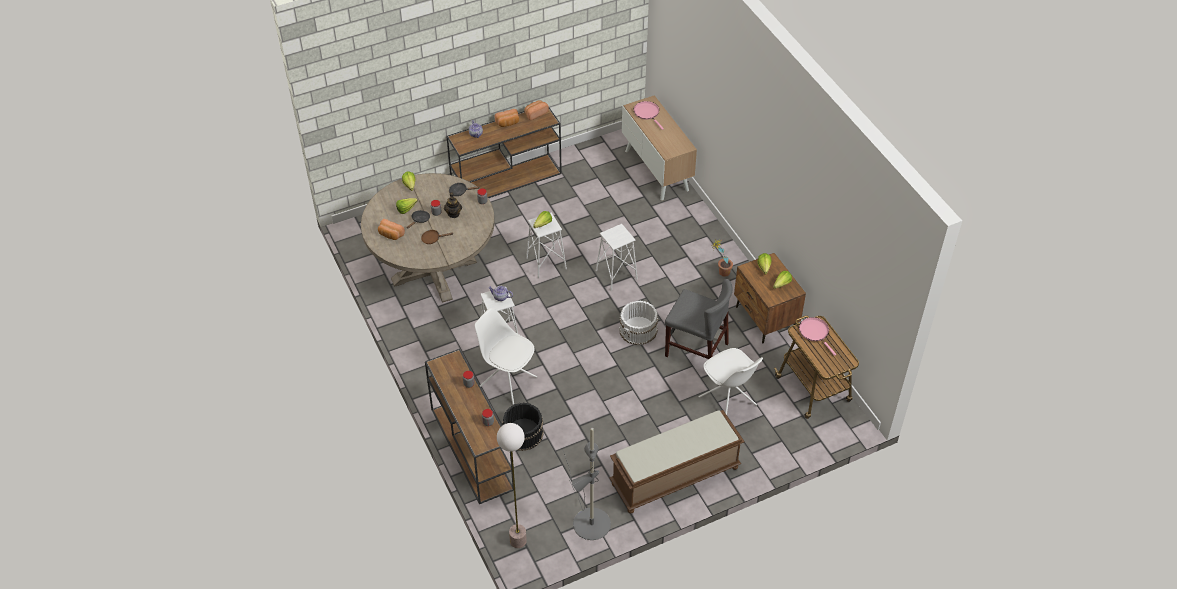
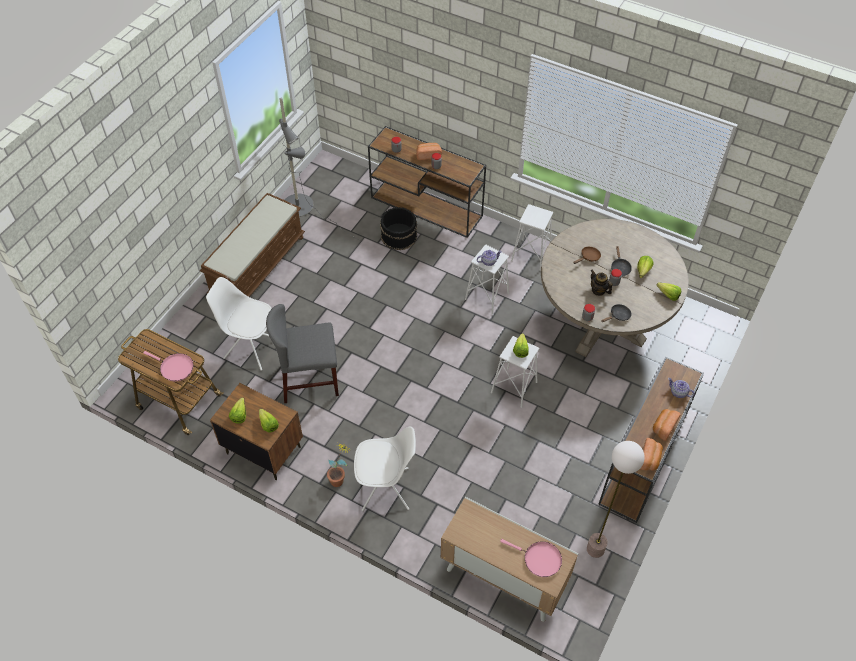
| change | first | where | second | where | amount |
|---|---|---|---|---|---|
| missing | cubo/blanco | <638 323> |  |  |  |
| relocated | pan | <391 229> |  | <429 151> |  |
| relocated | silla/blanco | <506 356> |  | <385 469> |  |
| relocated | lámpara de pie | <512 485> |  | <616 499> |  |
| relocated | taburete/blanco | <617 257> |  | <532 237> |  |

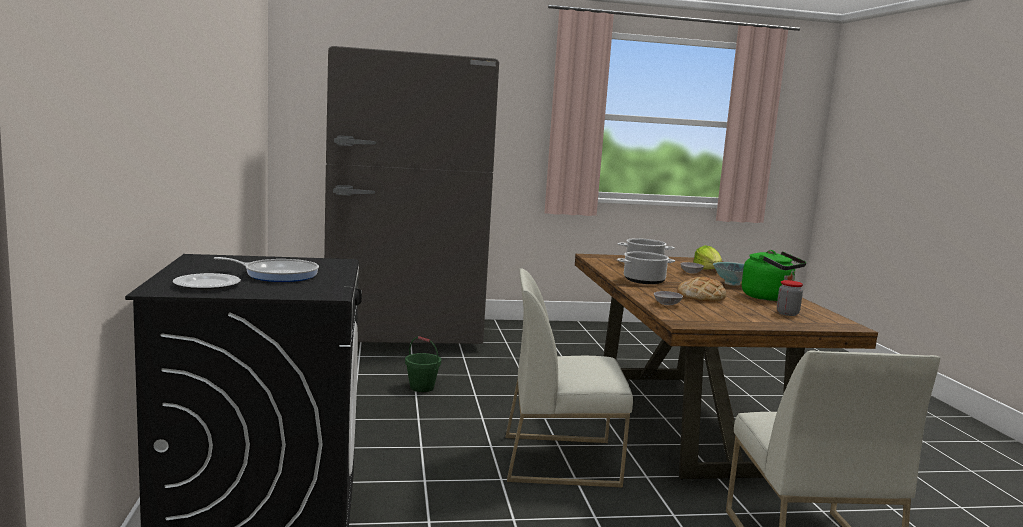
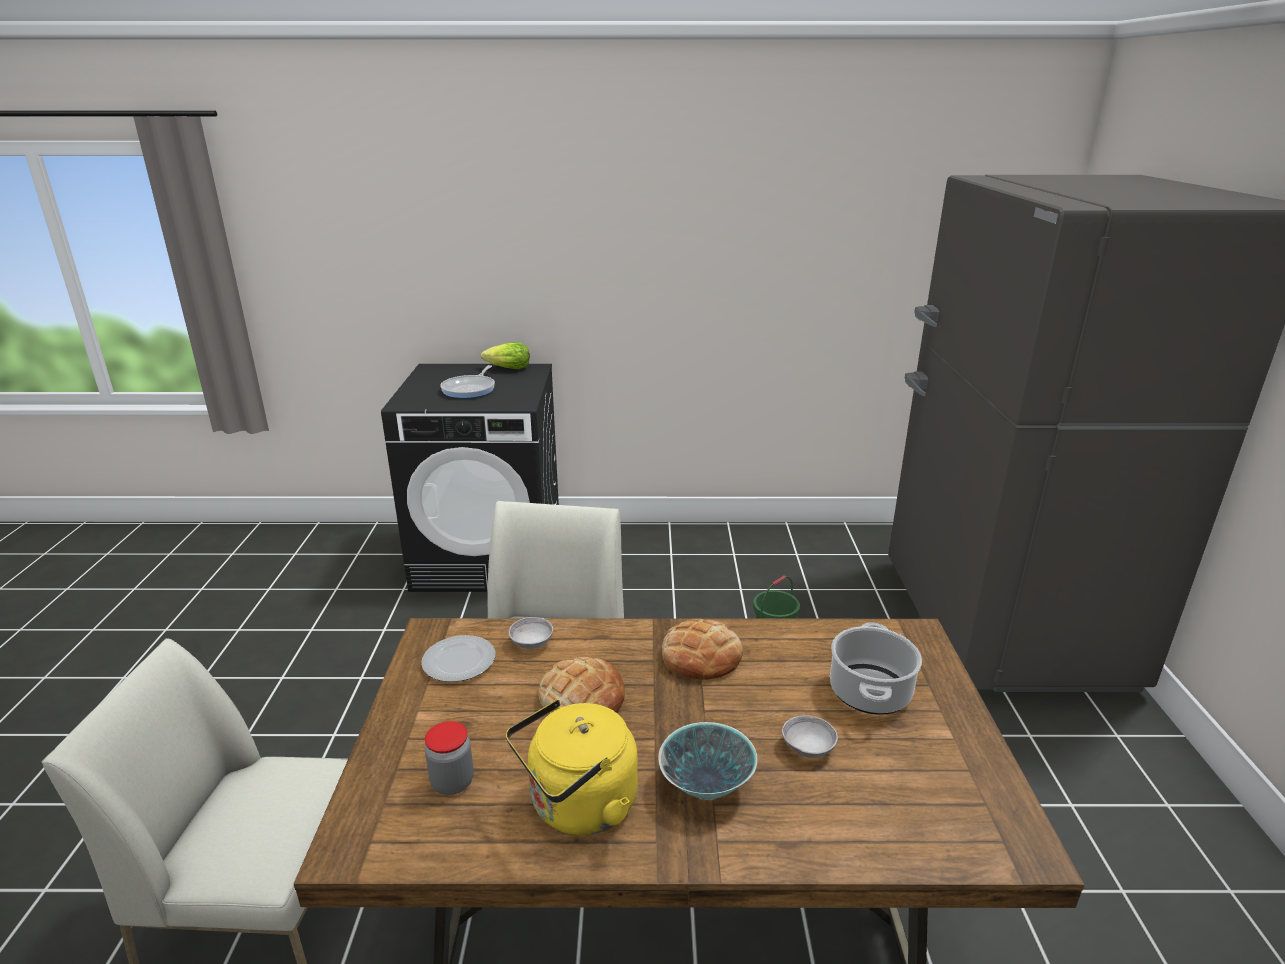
| change | first | where | second | where | amount |
|---|---|---|---|---|---|
| relocated | plato | <207 282> |  | <458 658> |  |
| relocated | lechuga | <707 257> |  | <505 355> |  |
| exchanged | olla | <646 268> | pan | <702 649> |  |
| colour | hervidor/verde | <774 275> | hervidor/amarillo | <572 767> |  |

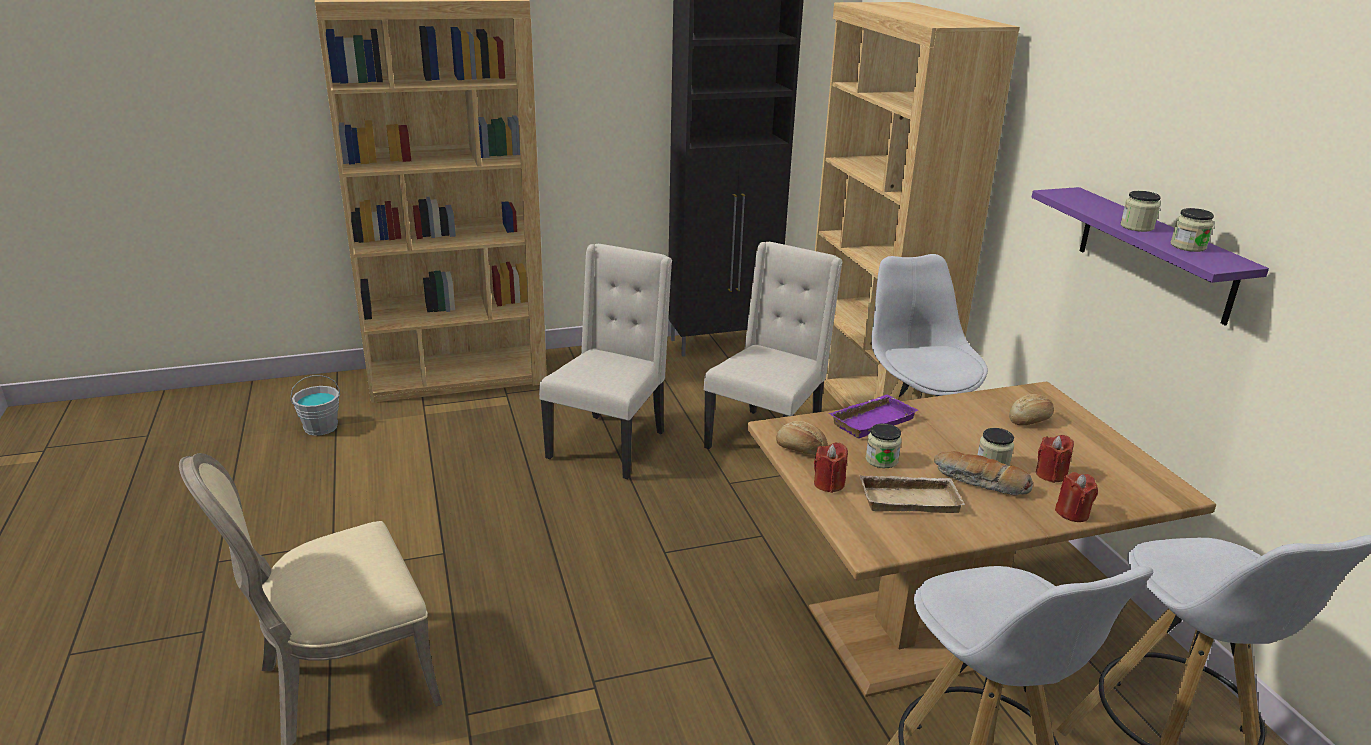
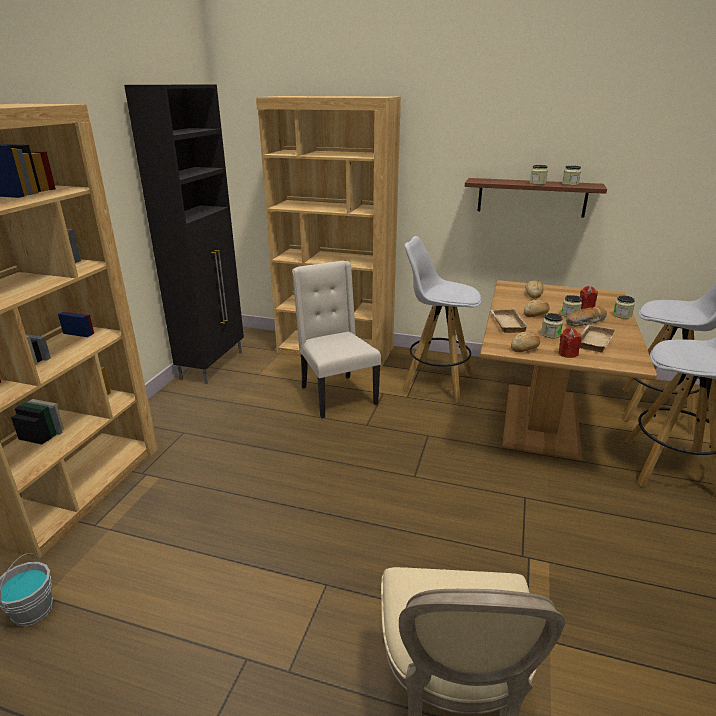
| change | first | where | second | where | amount |
|---|---|---|---|---|---|
| missing | silla/beis | <605 361> |  |  |  |
| appeared |  |  | pan | <537 308> |  |
| exchanged | vela/rojo | <1076 497> | tarro | <624 307> |  |
| colour | bandeja/morado | <873 416> | bandeja/beis | <509 321> |  |
| colour | estante/morado | <1150 256> | estante/marrón | <536 197> |  |

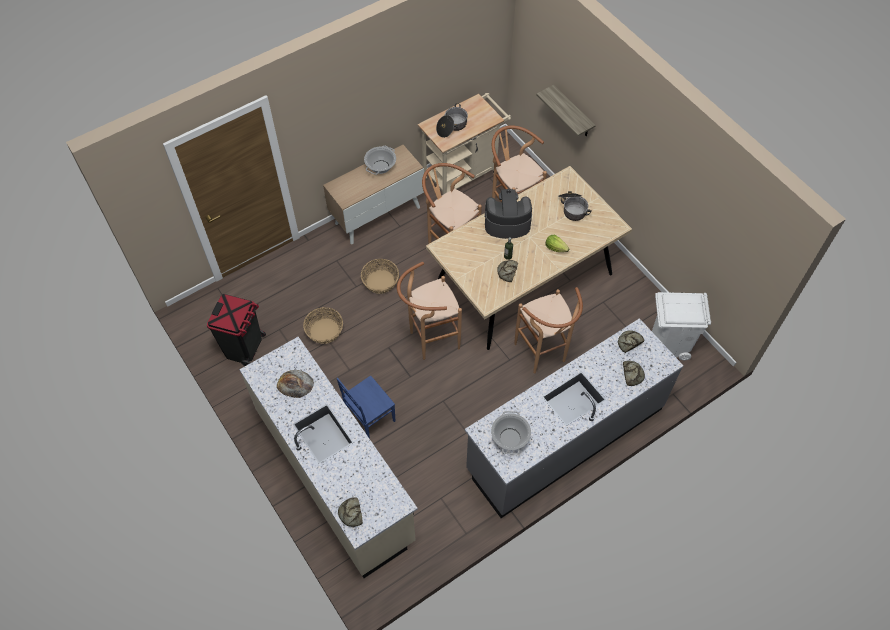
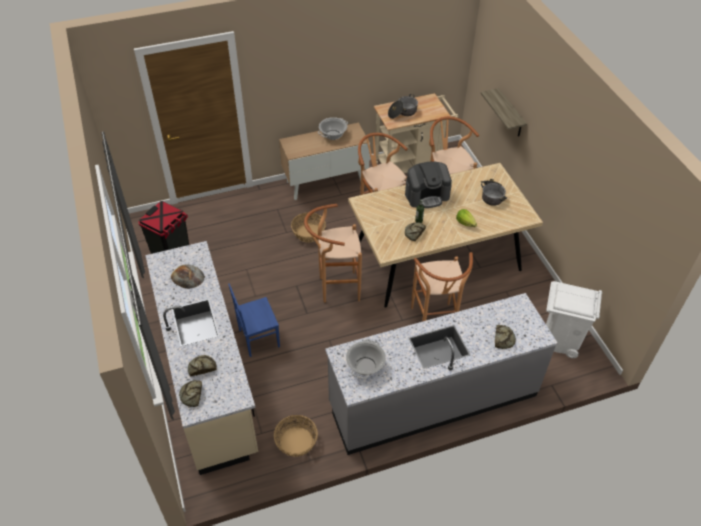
| change | first | where | second | where | amount |
|---|---|---|---|---|---|
| relocated | cesta | <323 325> |  | <296 436> |  |
| relocated | pan | <631 341> |  | <202 365> |  |
| spun | cafetera | <508 214> |  | <428 185> | 150 degrees clockwise |

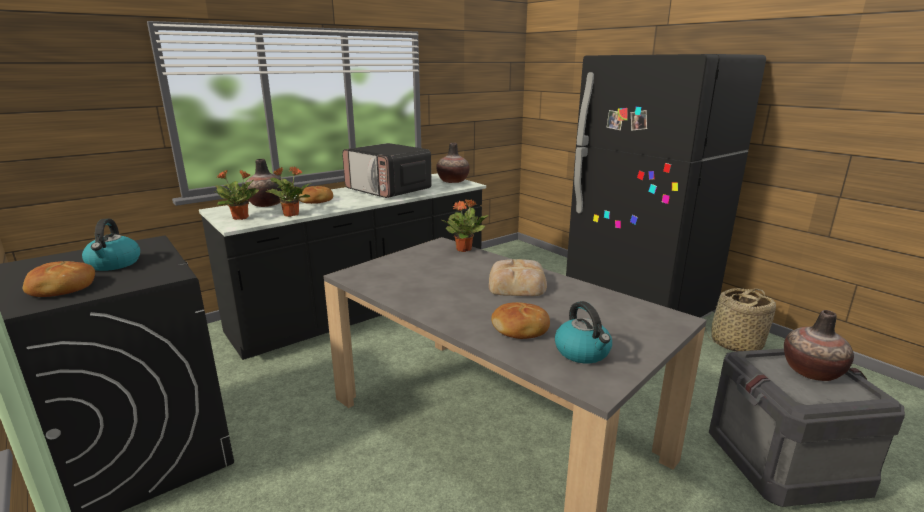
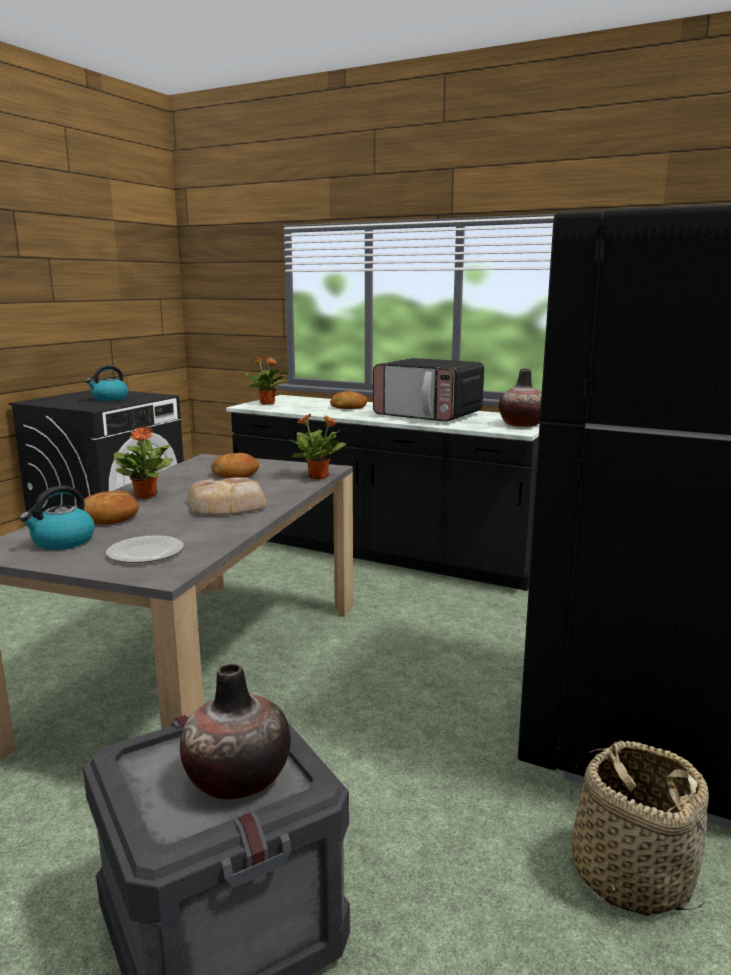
| change | first | where | second | where | amount |
|---|---|---|---|---|---|
| missing | florero | <265 183> |  |  |  |
| appeared |  |  | plato | <145 549> |  |
| relocated | pan | <59 279> |  | <235 465> |  |
| relocated | planta en maceta | <289 192> |  | <143 462> |  |
| spun | microondas | <387 170> |  | <428 390> | 75 degrees counterclockwise |

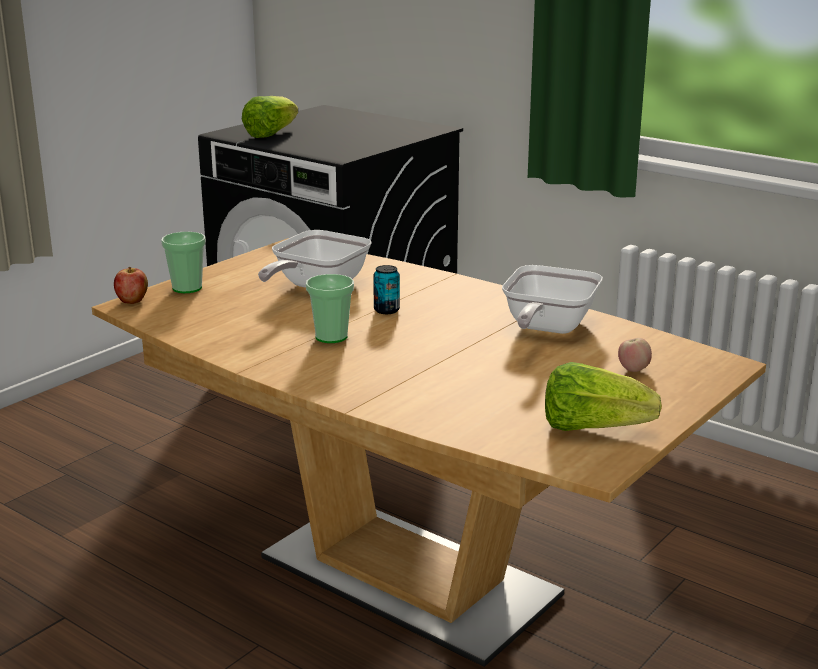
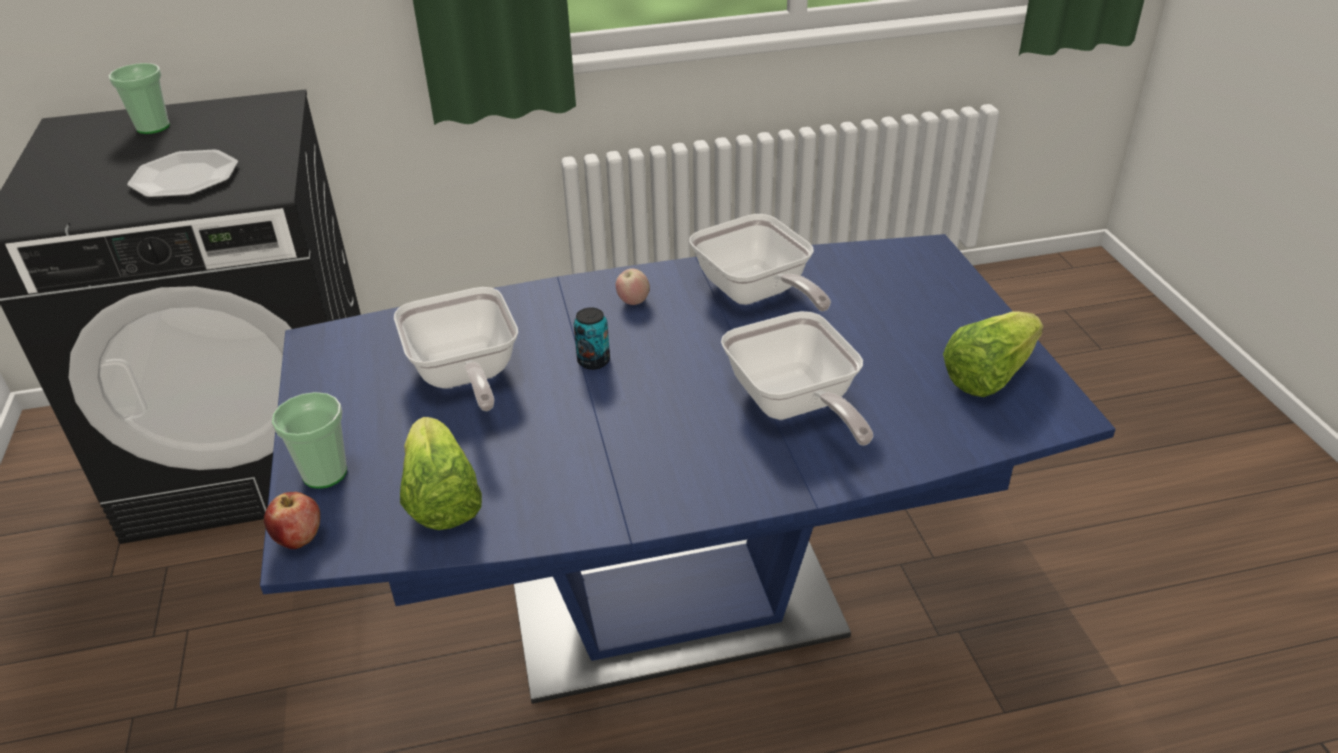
| change | first | where | second | where | amount |
|---|---|---|---|---|---|
| appeared |  |  | plato | <183 173> |  |
| appeared |  |  | sartén | <797 378> |  |
| relocated | lechuga | <270 117> |  | <441 473> |  |
| relocated | taza | <330 308> |  | <139 98> |  |
| relocated | manzana | <635 355> |  | <633 287> |  |
| colour | mesa de comedor/marrón | <429 452> | mesa de comedor/azul | <687 469> |  |

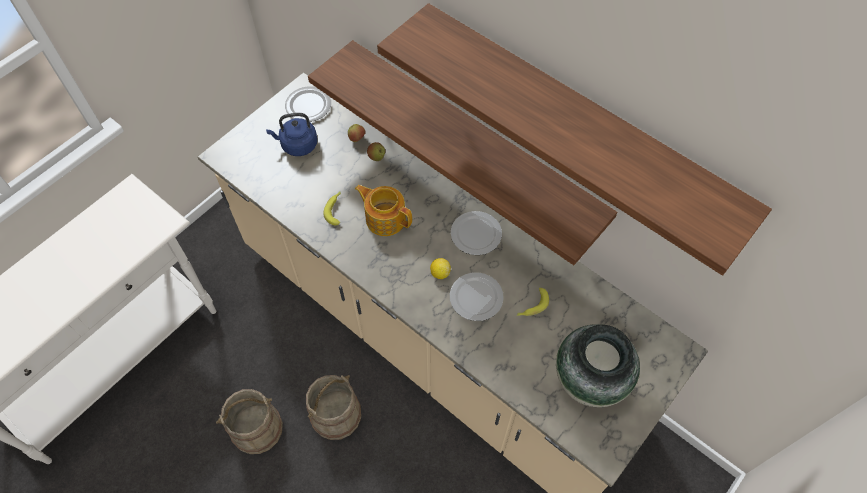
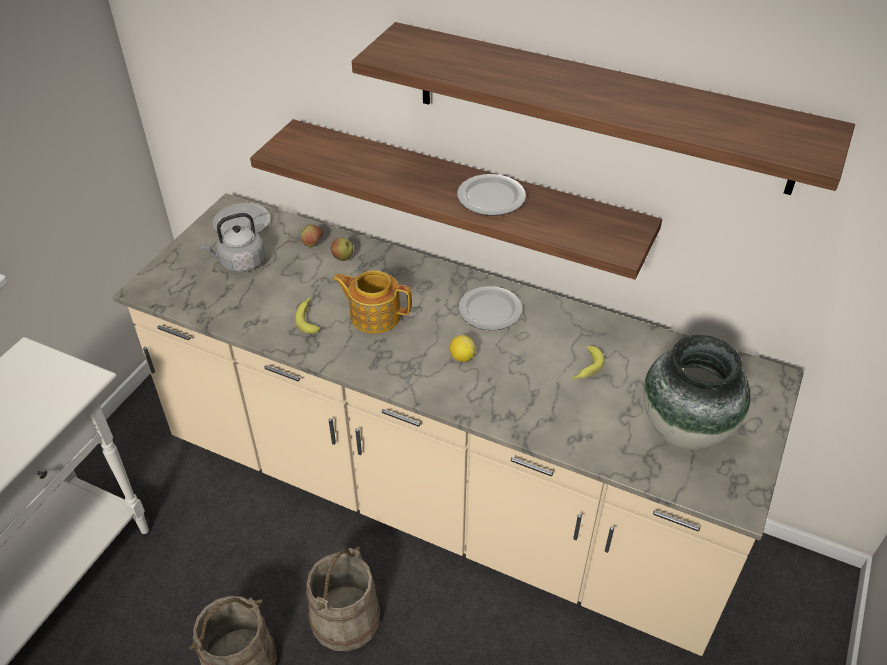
| change | first | where | second | where | amount |
|---|---|---|---|---|---|
| relocated | plato | <477 296> |  | <491 195> |  |
| colour | hervidor/azul | <292 134> | hervidor/gris | <233 242> |  |

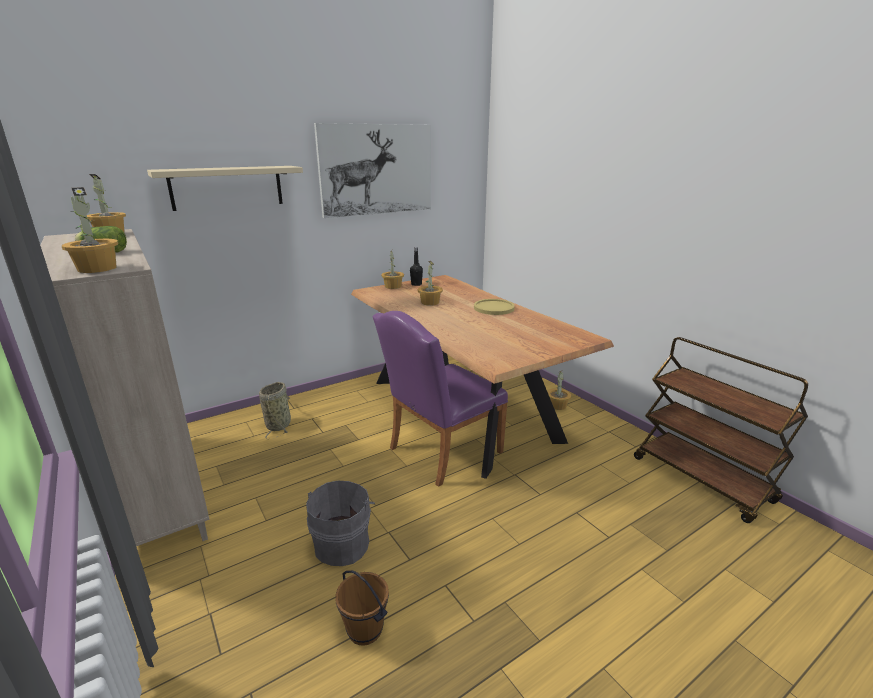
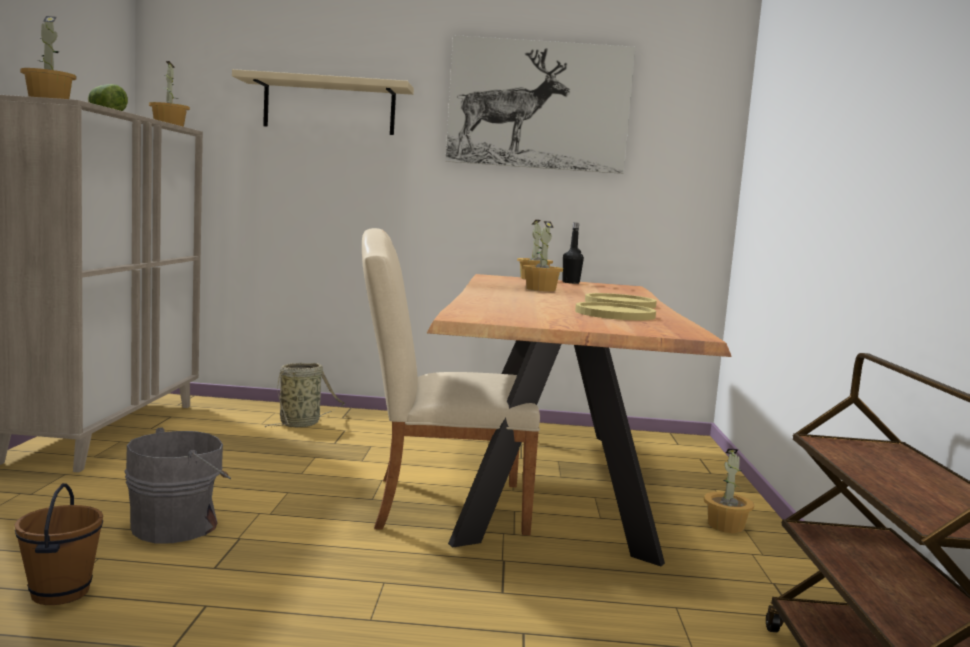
| change | first | where | second | where | amount |
|---|---|---|---|---|---|
| appeared |  |  | plato/amarillo | <615 311> |  |
| colour | silla/morado | <440 399> | silla/beis | <451 381> |  |

